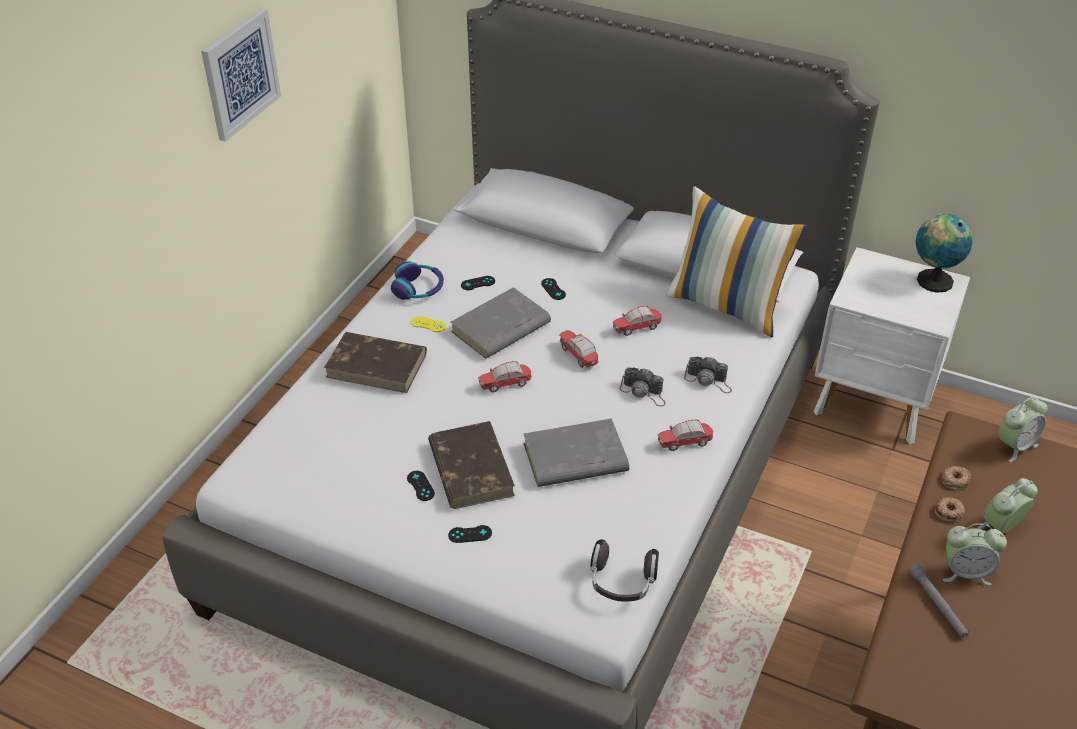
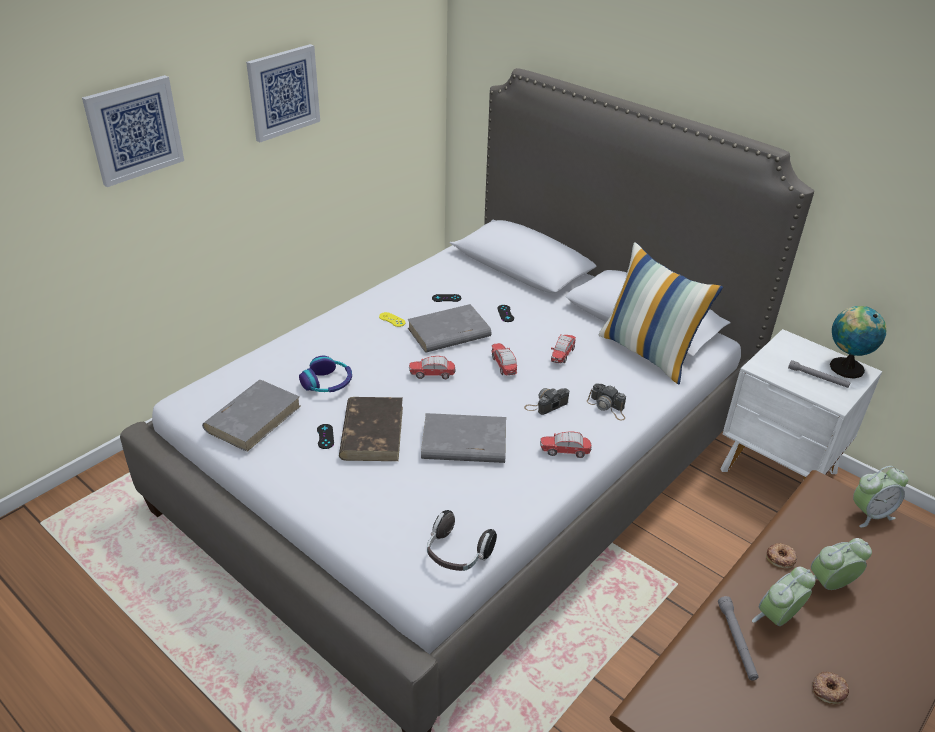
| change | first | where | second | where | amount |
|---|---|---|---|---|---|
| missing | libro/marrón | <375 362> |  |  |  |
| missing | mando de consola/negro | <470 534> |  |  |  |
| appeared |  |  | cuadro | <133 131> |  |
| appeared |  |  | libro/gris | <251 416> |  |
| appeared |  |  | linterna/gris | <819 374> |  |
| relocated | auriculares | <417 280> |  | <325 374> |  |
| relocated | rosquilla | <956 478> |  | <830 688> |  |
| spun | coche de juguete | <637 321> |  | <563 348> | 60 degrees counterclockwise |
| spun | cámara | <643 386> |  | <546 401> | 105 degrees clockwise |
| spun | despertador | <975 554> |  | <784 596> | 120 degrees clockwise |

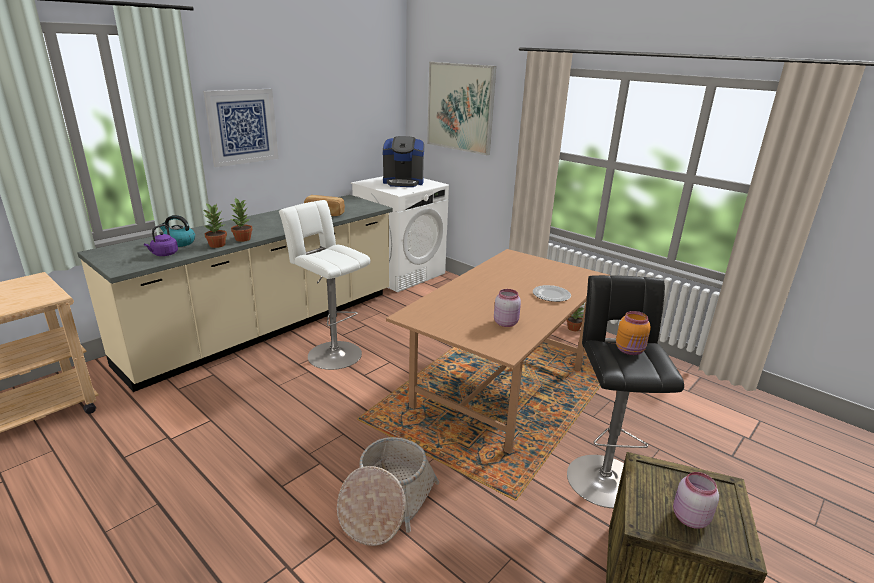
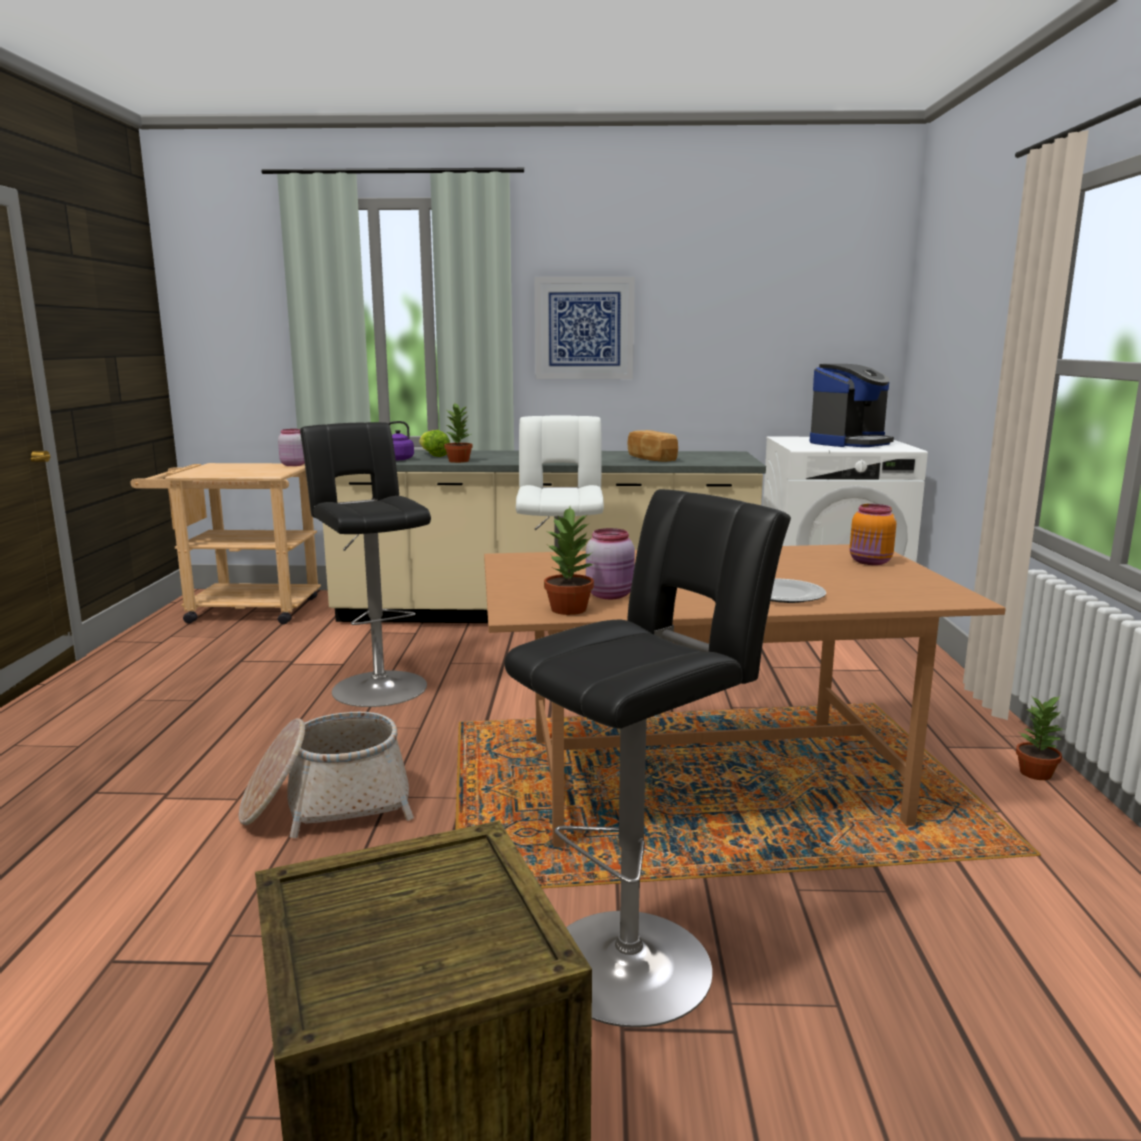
| change | first | where | second | where | amount |
|---|---|---|---|---|---|
| missing | cuadro | <461 108> |  |  |  |
| appeared |  |  | taburete/negro | <365 564> |  |
| relocated | planta en maceta | <241 220> |  | <570 561> |  |
| relocated | tarro/naranja | <633 333> |  | <873 534> |  |
| relocated | tarro/rosa | <696 500> |  | <291 447> |  |
| exchanged | hervidor | <177 231> | lechuga | <434 443> |  |
| spun | cafetera | <403 161> |  | <852 405> | 90 degrees counterclockwise |

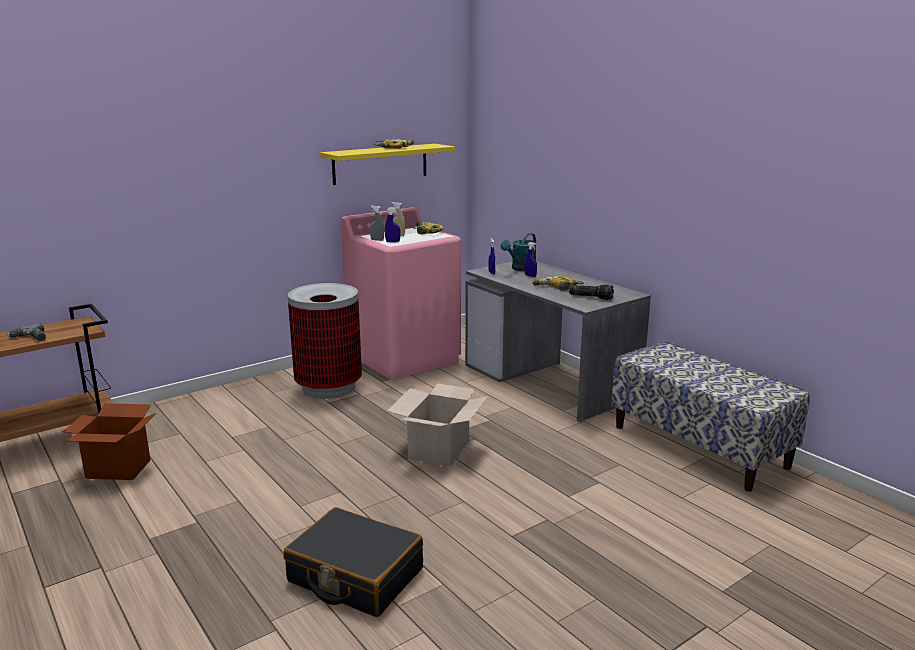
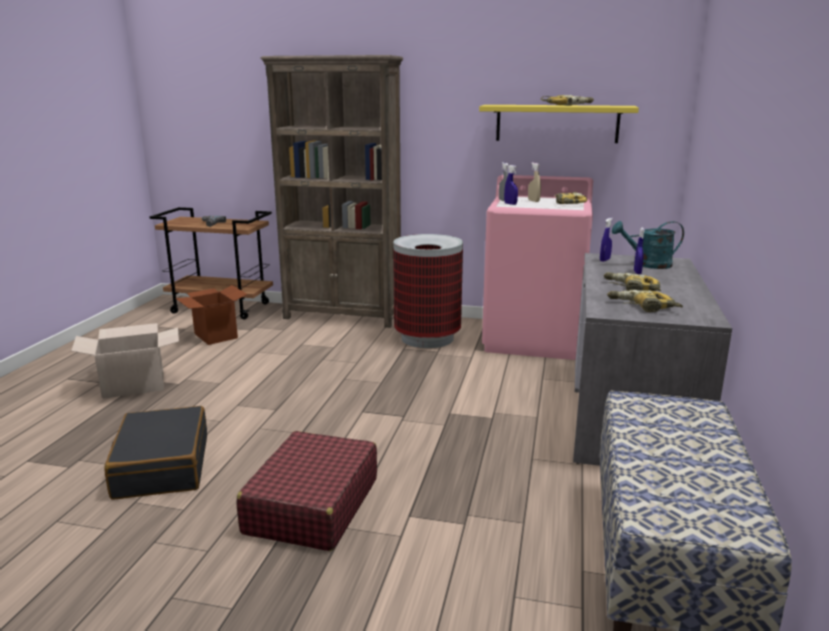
| change | first | where | second | where | amount |
|---|---|---|---|---|---|
| appeared |  |  | maleta/rojo | <307 491> |  |
| appeared |  |  | estantería/marrón | <331 191> |  |
| relocated | caja de cartón | <438 425> |  | <125 361> |  |
| exchanged | linterna | <591 292> | taladro | <645 301> |  |

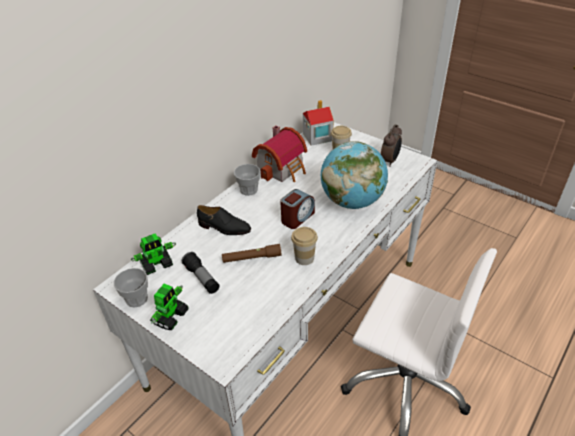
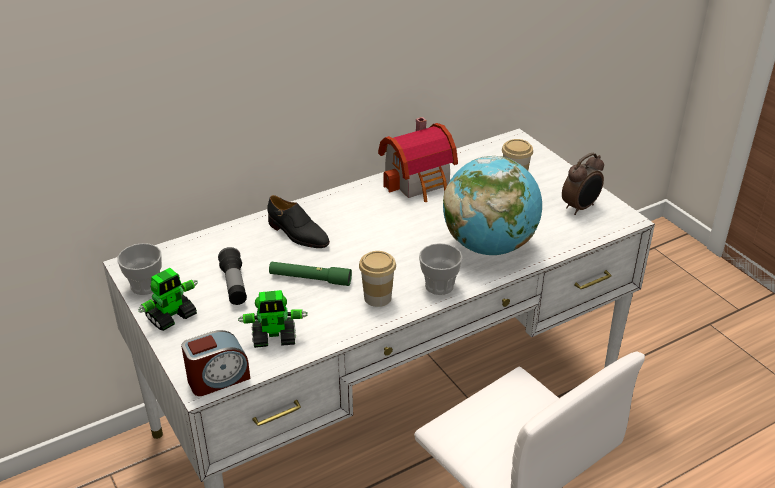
| change | first | where | second | where | amount |
|---|---|---|---|---|---|
| missing | casita | <318 123> |  |  |  |
| relocated | robot de juguete | <153 254> |  | <273 319> |  |
| relocated | taza | <247 180> |  | <441 269> |  |
| relocated | despertador | <297 209> |  | <215 363> |  |
| colour | linterna/marrón | <251 253> | linterna/verde | <310 274> |  |

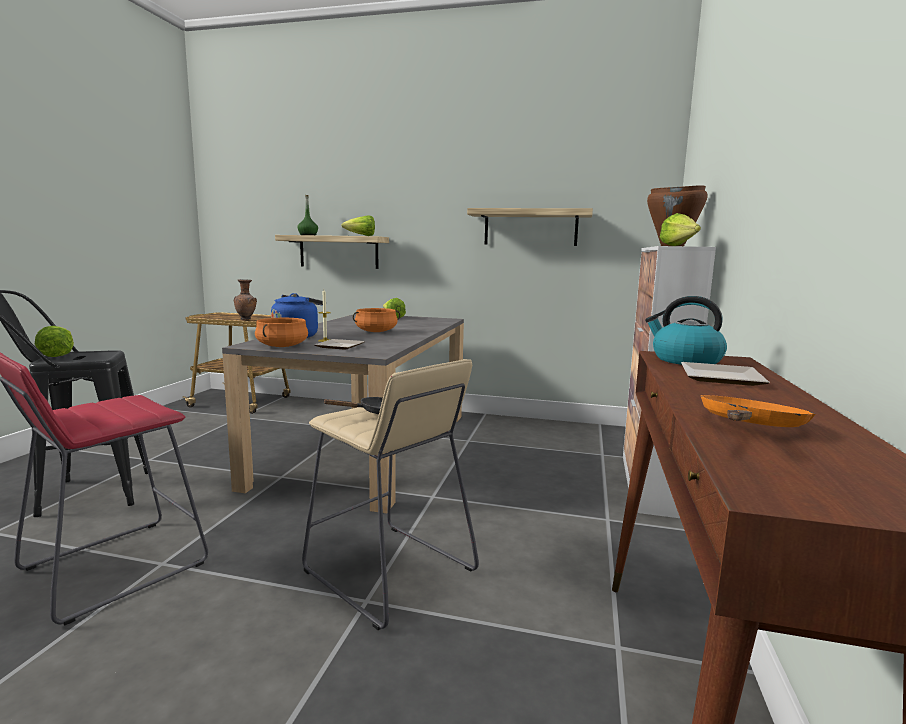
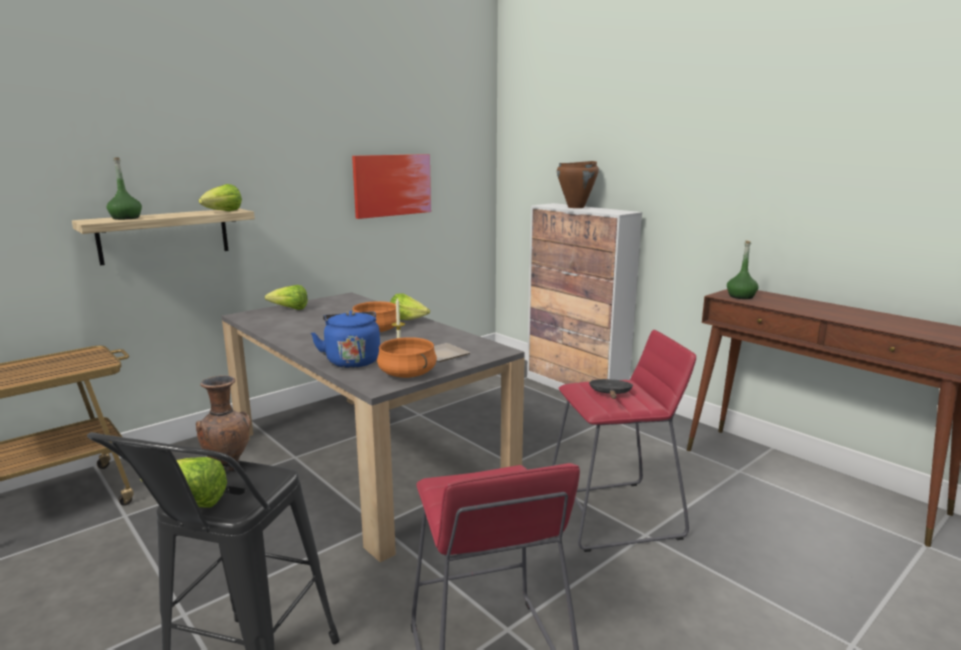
| change | first | where | second | where | amount |
|---|---|---|---|---|---|
| missing | plato | <725 374> |  |  |  |
| missing | sartén/naranja | <757 411> |  |  |  |
| relocated | florero/marrón | <245 299> |  | <223 423> |  |
| relocated | lechuga | <680 229> |  | <410 306> |  |
| exchanged | estante | <530 227> | cuadro | <391 186> |  |
| exchanged | hervidor | <686 330> | botella/verde | <743 269> |  |
| colour | taburete/beis | <390 494> | taburete/rojo | <624 441> |  |

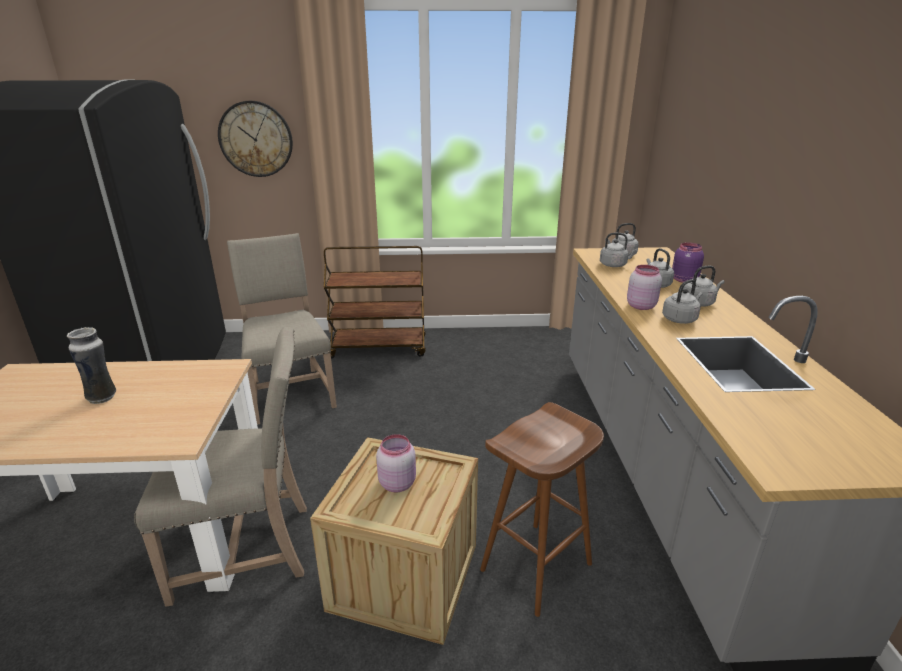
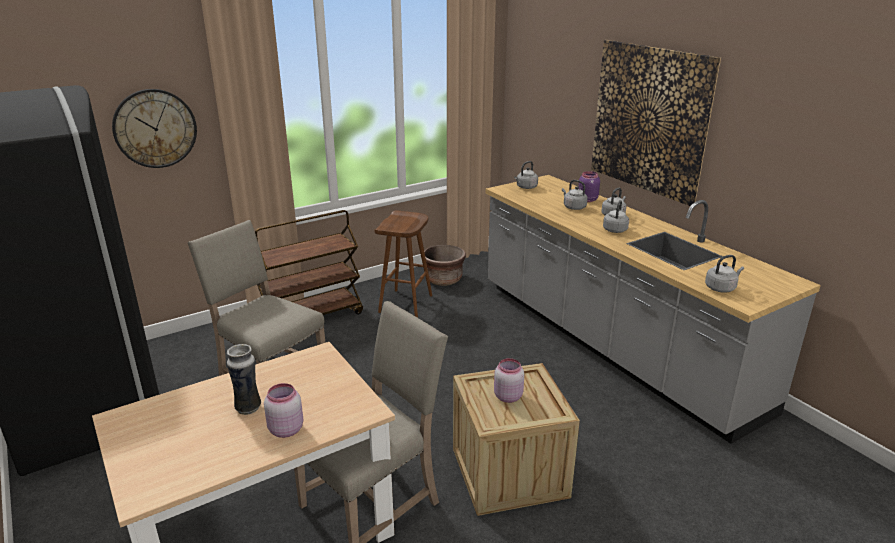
| change | first | where | second | where | amount |
|---|---|---|---|---|---|
| appeared |  |  | maceta/marrón | <445 265> |  |
| appeared |  |  | cuadro | <656 123> |  |
| relocated | taburete/marrón | <542 509> |  | <403 264> |  |
| relocated | hervidor/gris | <619 250> |  | <724 274> |  |
| relocated | tarro/rosa | <644 287> |  | <283 410> |  |

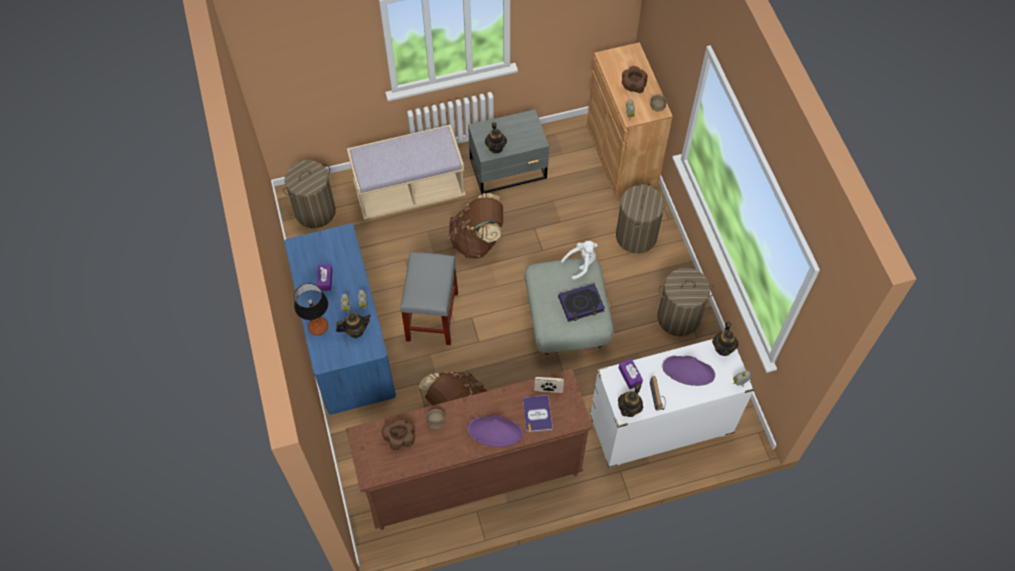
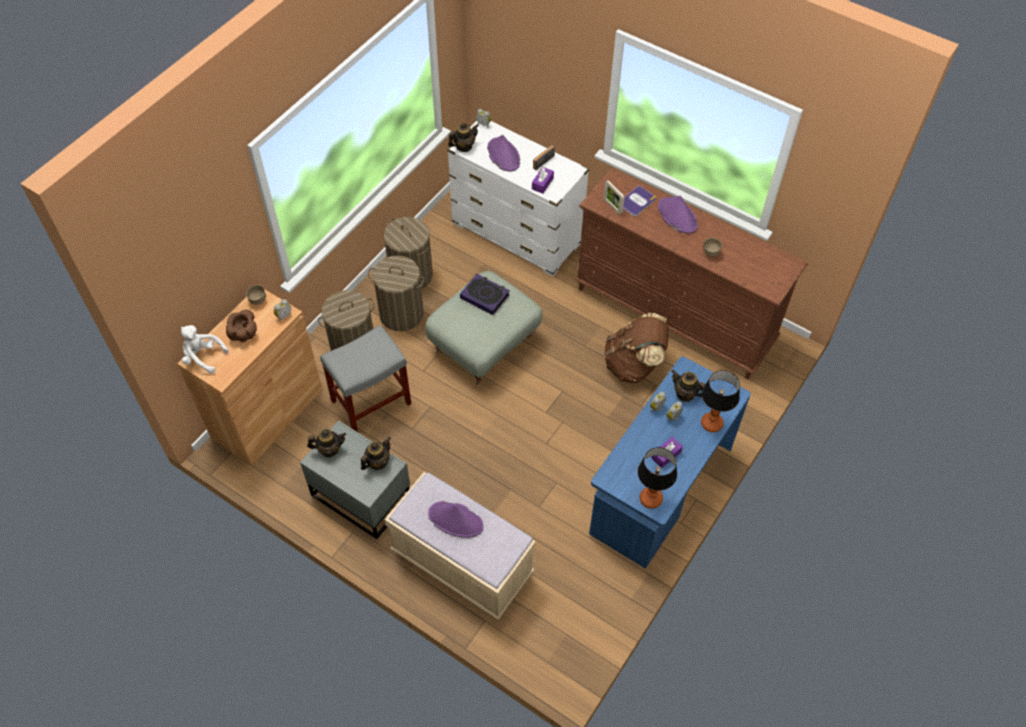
| change | first | where | second | where | amount |
|---|---|---|---|---|---|
| missing | cuenco/marrón | <398 434> |  |  |  |
| missing | mochila/marrón | <476 225> |  |  |  |
| appeared |  |  | sombrero/morado | <455 519> |  |
| appeared |  |  | lámpara de mesa | <657 478> |  |
| relocated | cesto de la ropa | <309 194> |  | <396 293> |  |
| relocated | taburete/gris | <429 298> |  | <365 378> |  |
| relocated | peluche/blanco | <579 260> |  | <205 349> |  |
| relocated | tetera | <630 400> |  | <326 443> |  |

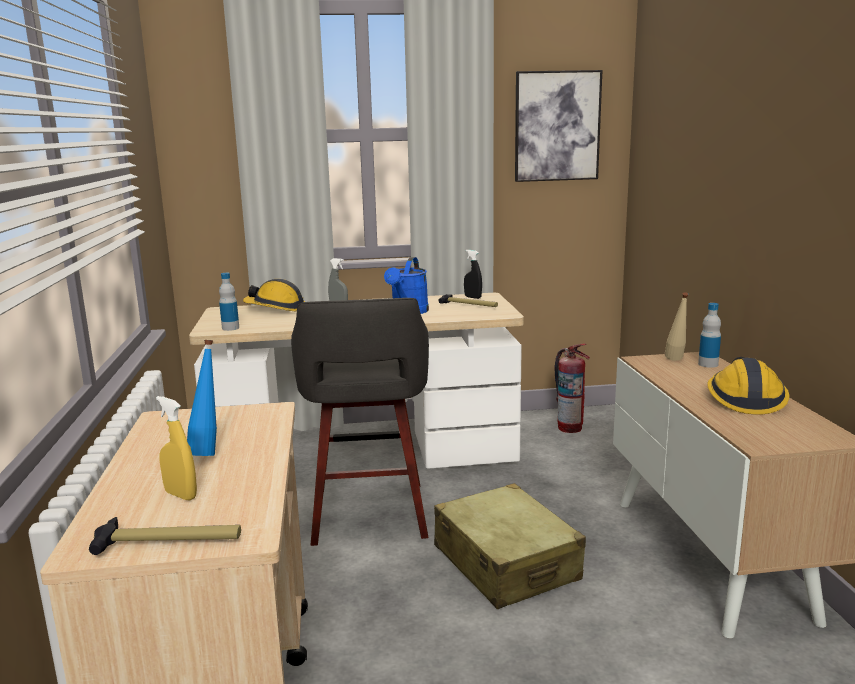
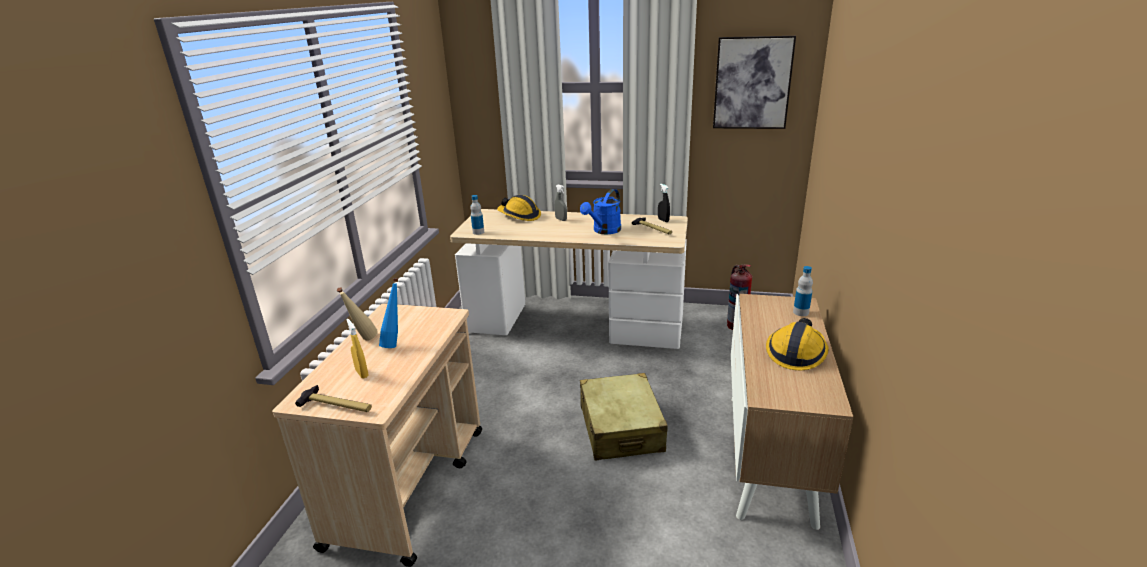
| change | first | where | second | where | amount |
|---|---|---|---|---|---|
| missing | taburete/gris | <360 422> |  |  |  |
| relocated | botella/beis | <677 326> |  | <357 313> |  |

